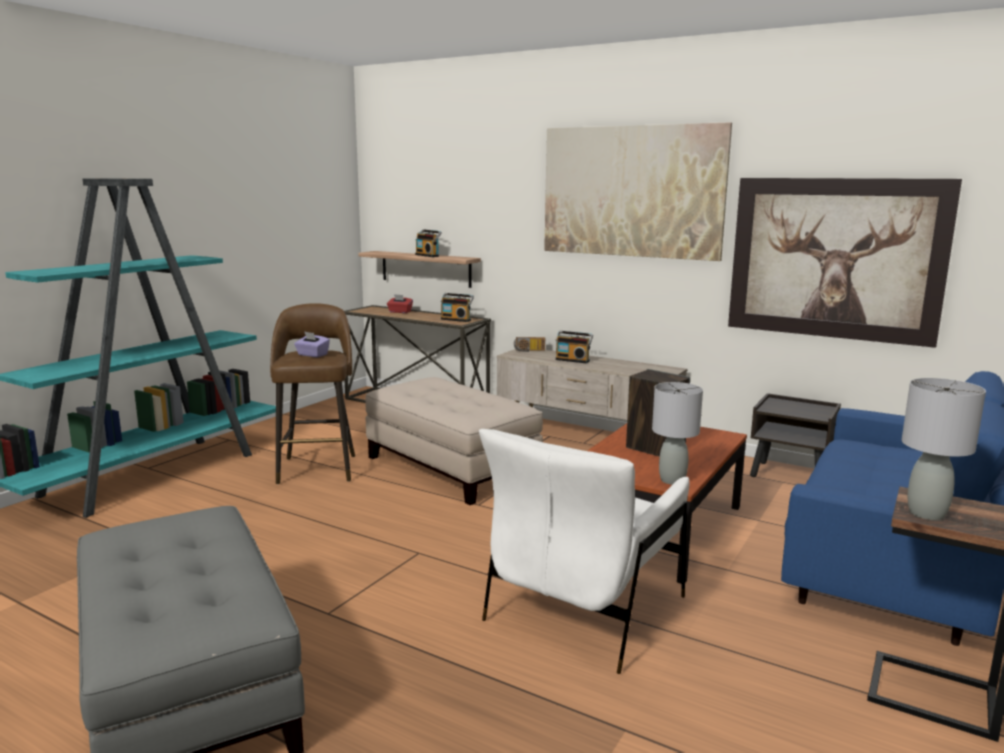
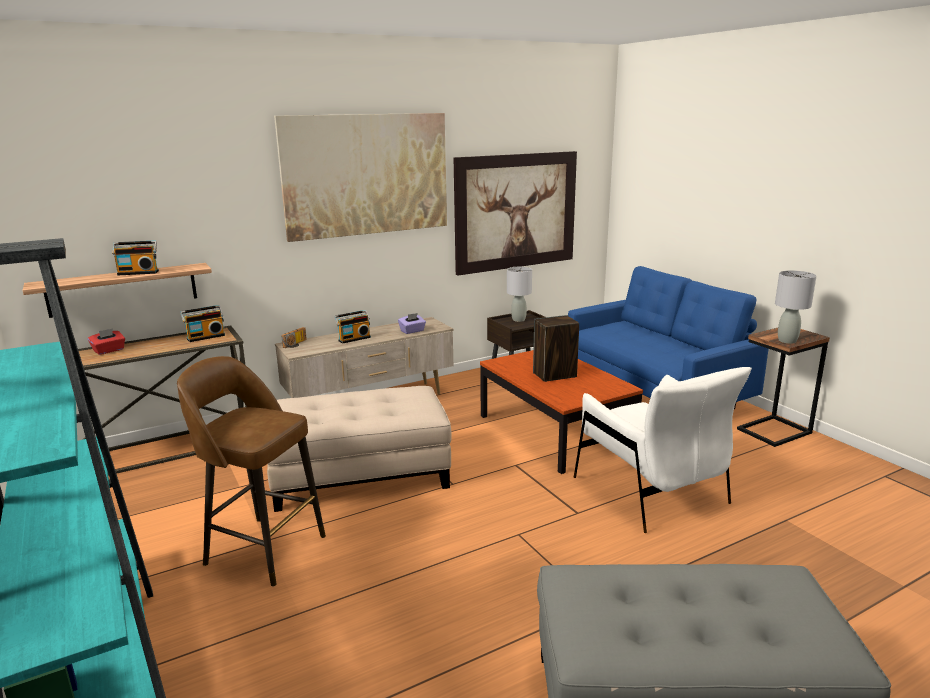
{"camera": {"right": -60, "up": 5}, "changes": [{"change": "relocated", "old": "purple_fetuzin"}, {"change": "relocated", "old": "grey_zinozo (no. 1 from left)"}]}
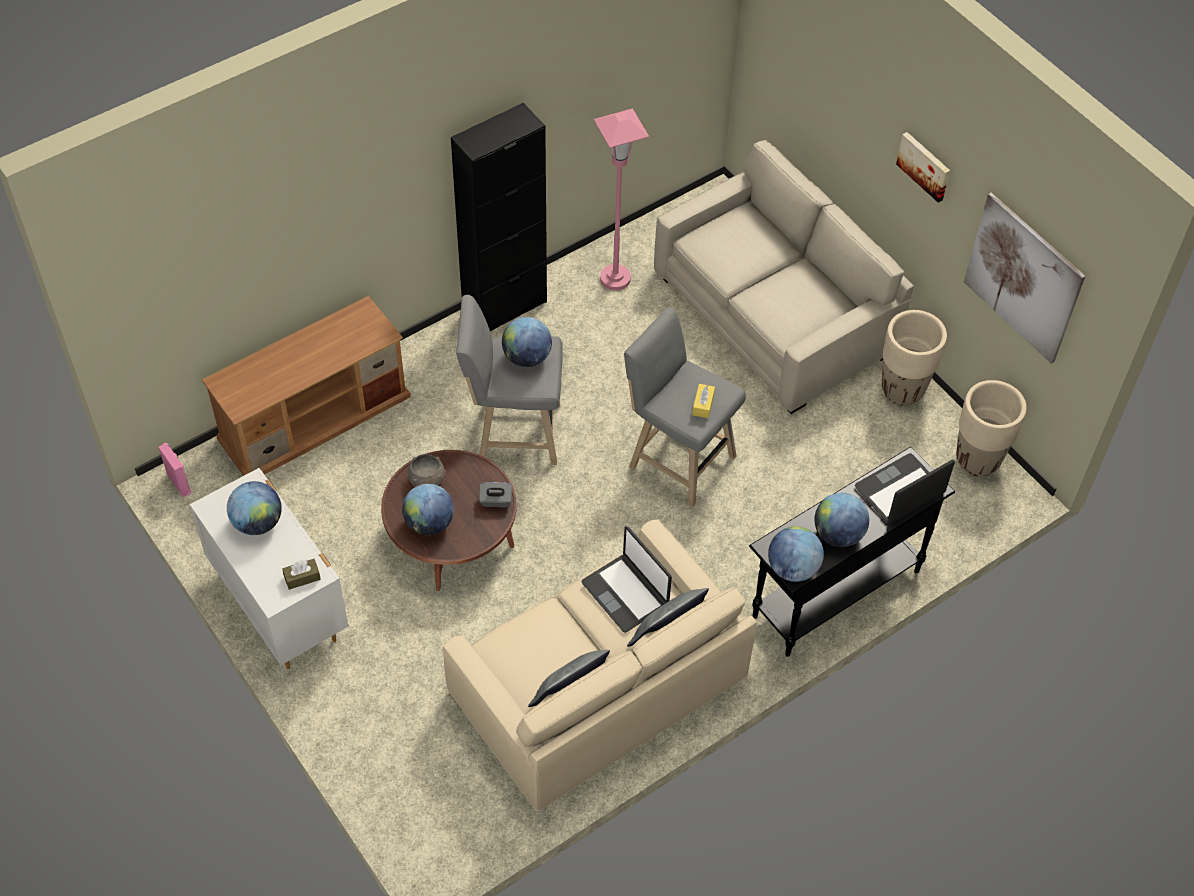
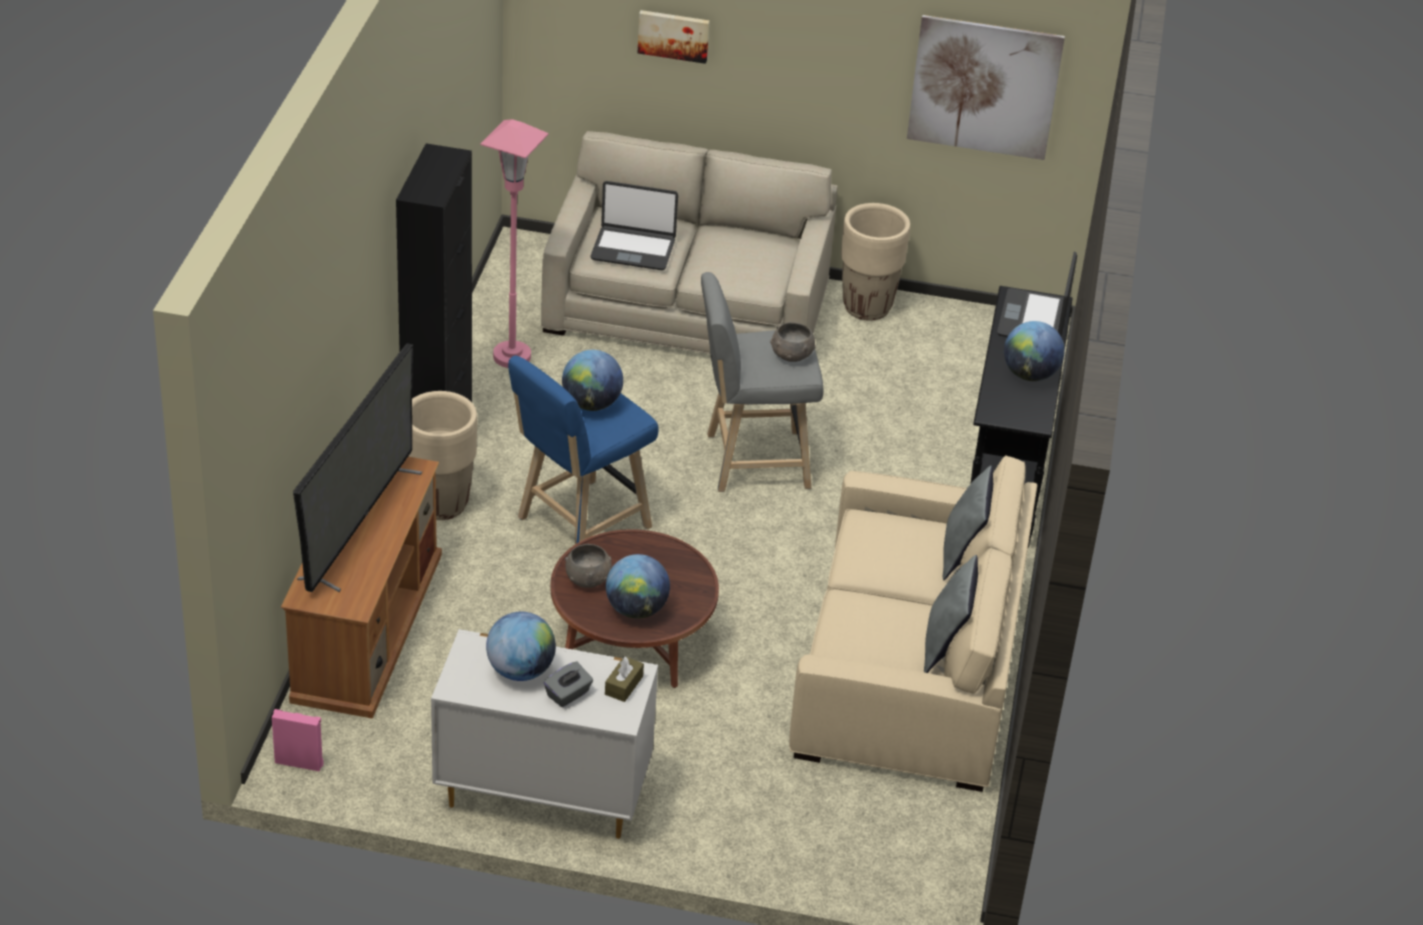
{"camera": {"right": -45, "up": -15}, "changes": [{"change": "relocated", "old": "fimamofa (no. 1 from left)"}, {"change": "colour", "old": "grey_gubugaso (no. 1 from left)", "new": "blue_gubugaso"}, {"change": "relocated", "old": "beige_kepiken (no. 2 from left in the first image)", "new": "beige_kepiken (no. 1 from left)"}, {"change": "exchanged", "old": "yellow_fetuzin", "new": "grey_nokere (no. 2 from left)"}, {"change": "relocated", "old": "grey_fetuzin"}, {"change": "relocated", "old": "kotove (no. 1 from left)"}, {"change": "missing", "old": "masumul (no. 4 from left)"}, {"change": "appeared", "new": "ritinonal"}]}
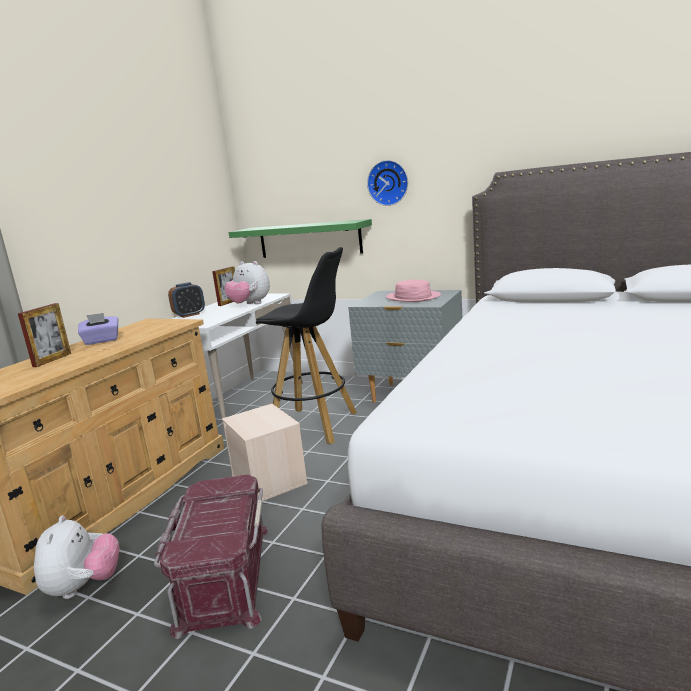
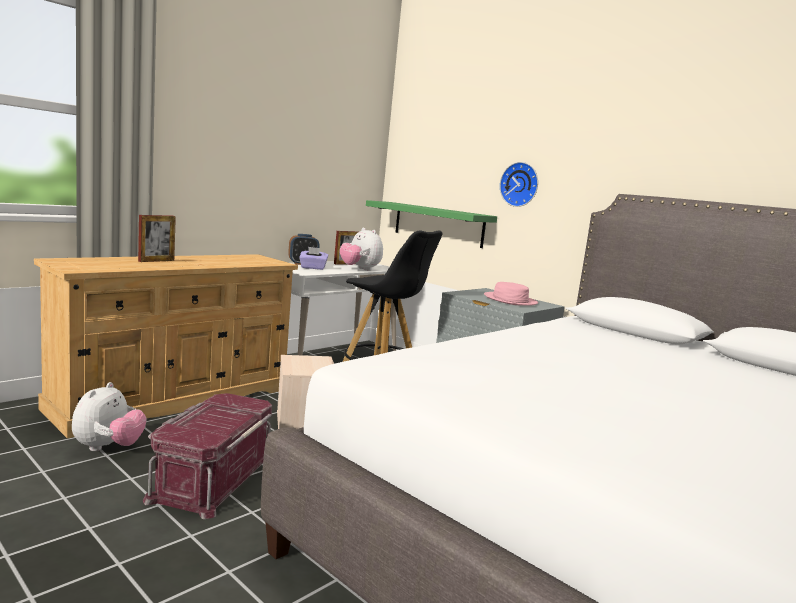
{"camera": {"right": 15, "up": -5}, "changes": [{"change": "relocated", "old": "purple_fetuzin"}]}
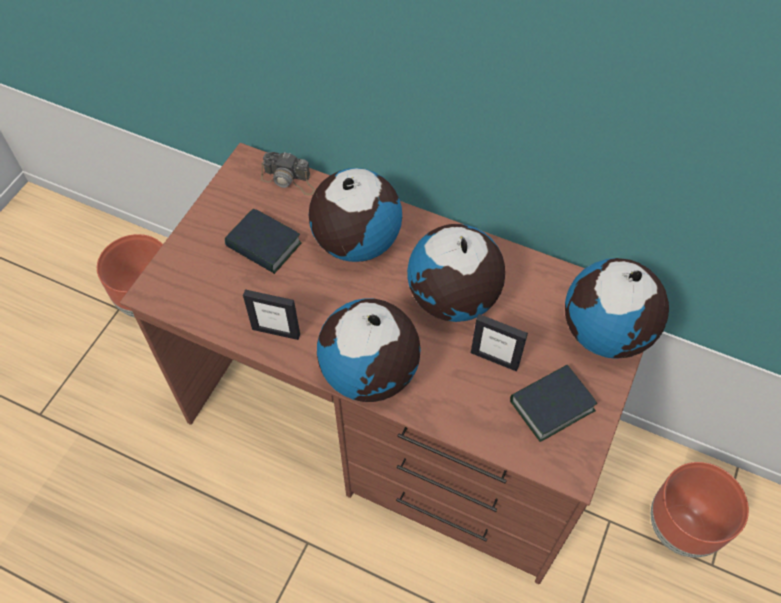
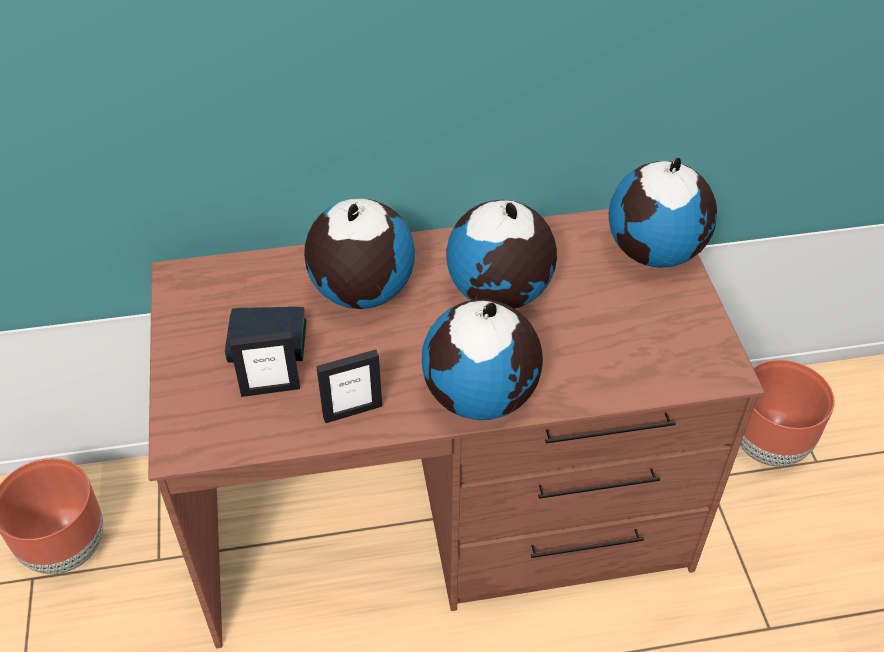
{"camera": {"right": -35, "up": -10}, "changes": [{"change": "missing", "old": "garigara"}, {"change": "relocated", "old": "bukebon (no. 2 from left in the first image)", "new": "bukebon (no. 1 from left)"}, {"change": "missing", "old": "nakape (no. 2 from left)"}]}
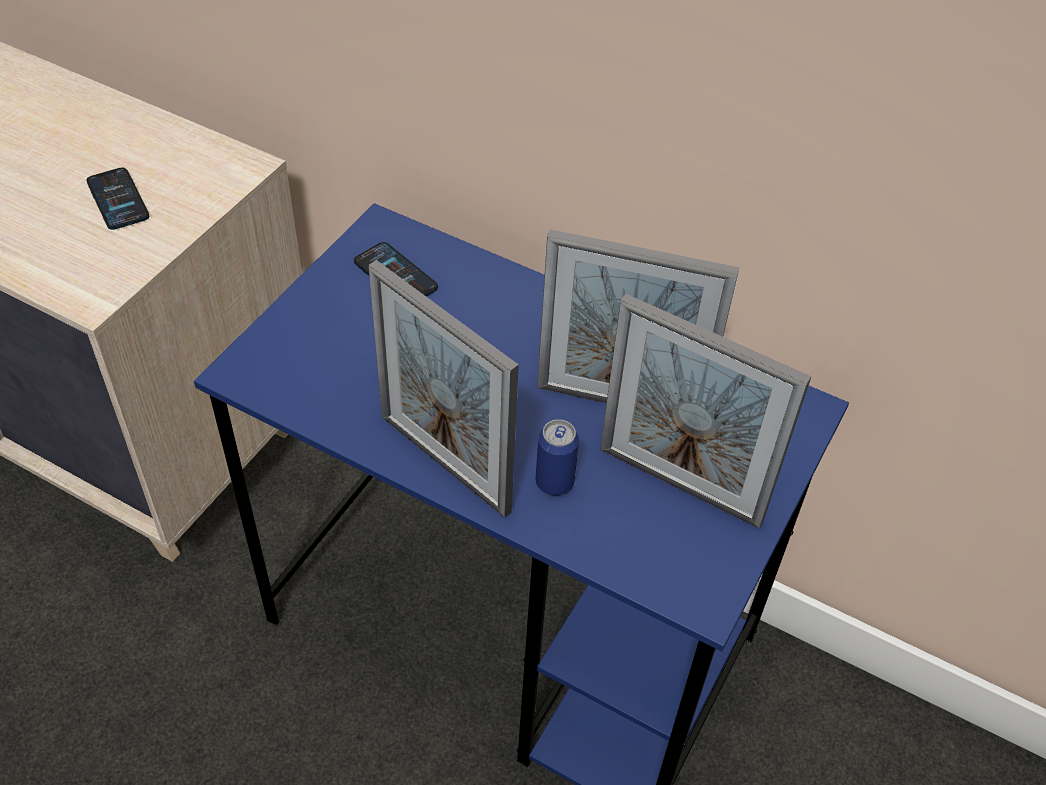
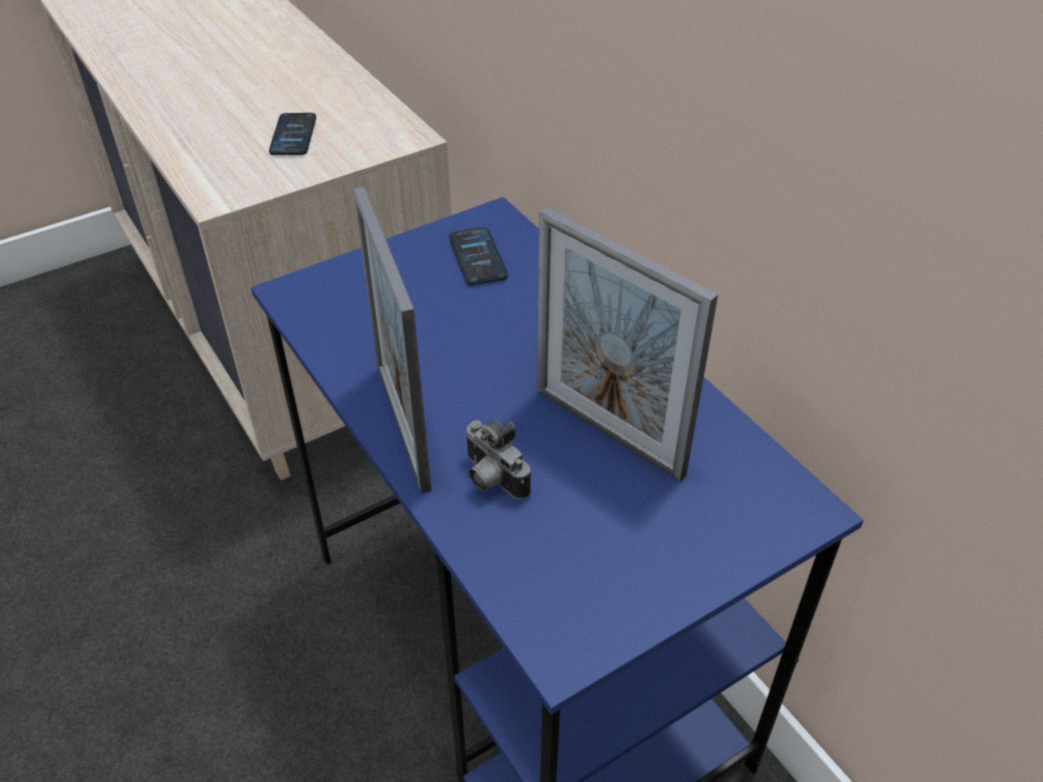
{"camera": {"right": 30, "up": -5}, "changes": [{"change": "missing", "old": "bukebon (no. 3 from left)"}, {"change": "exchanged", "old": "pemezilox", "new": "garigara"}]}
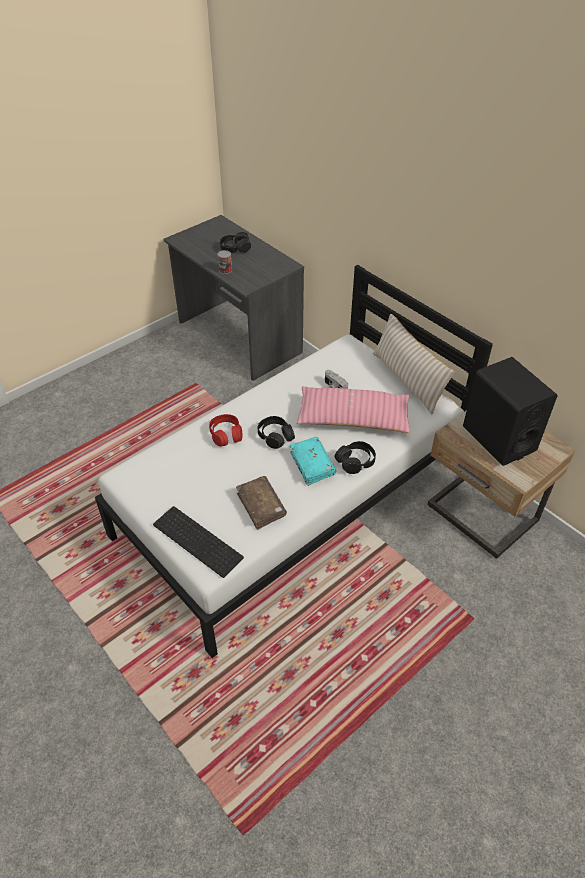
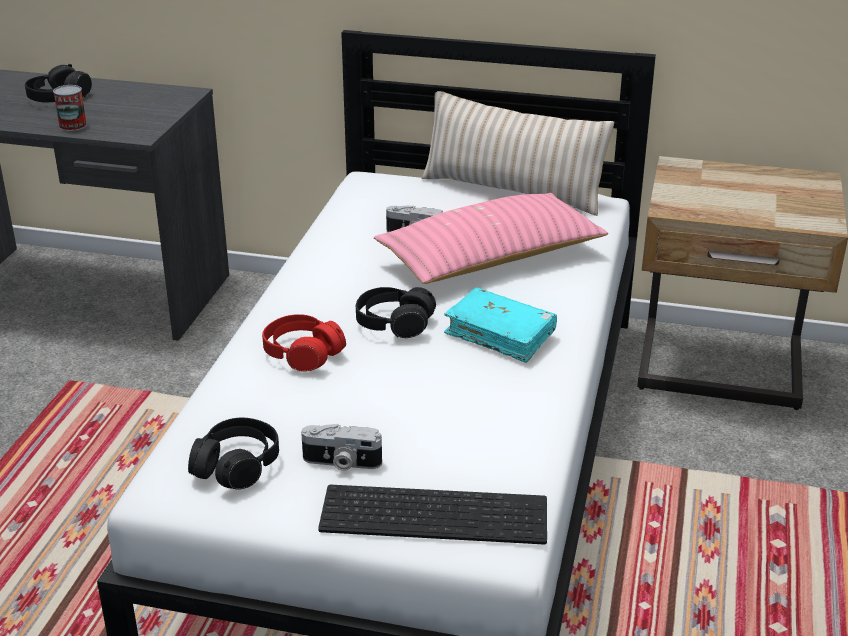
{"camera": {"right": -35, "up": -15}, "changes": [{"change": "missing", "old": "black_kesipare"}, {"change": "relocated", "old": "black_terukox (no. 3 from left in the first image)", "new": "black_terukox (no. 2 from left)"}, {"change": "missing", "old": "brown_nakape"}, {"change": "appeared", "new": "garigara (no. 1 from left)"}]}
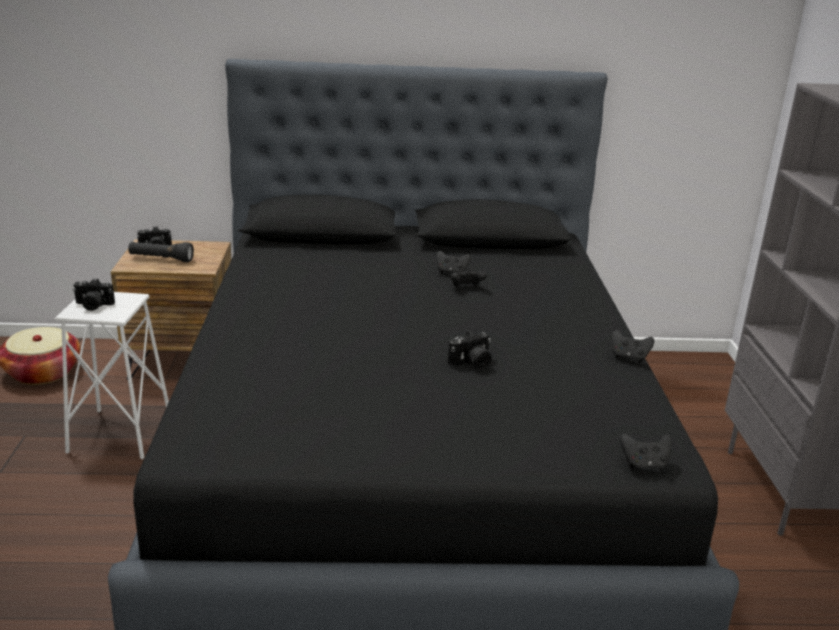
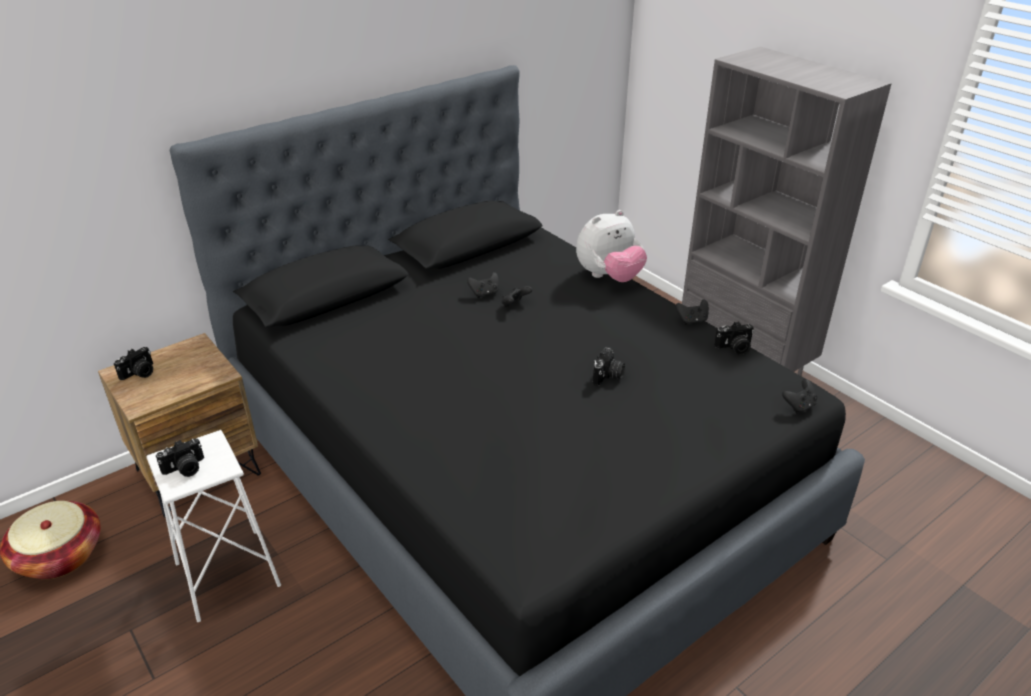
{"camera": {"right": -35, "up": 10}, "changes": [{"change": "missing", "old": "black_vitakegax"}, {"change": "appeared", "new": "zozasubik"}, {"change": "appeared", "new": "garigara (no. 4 from left)"}]}
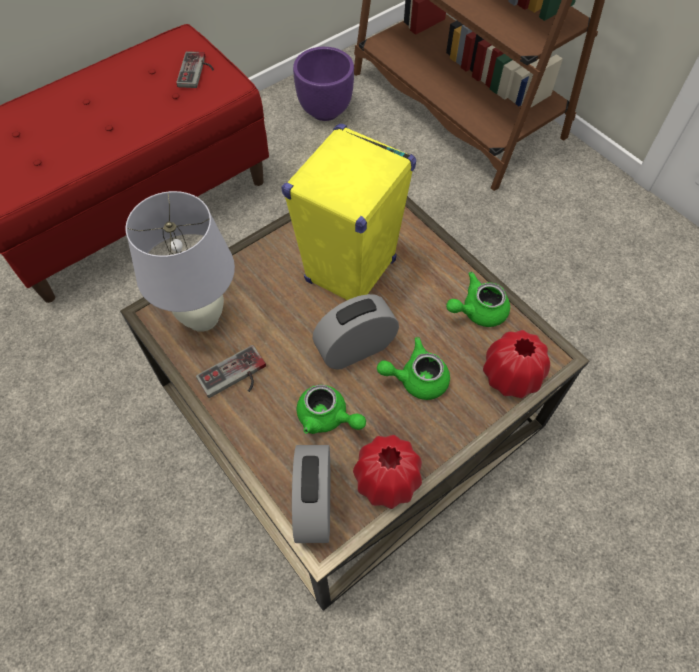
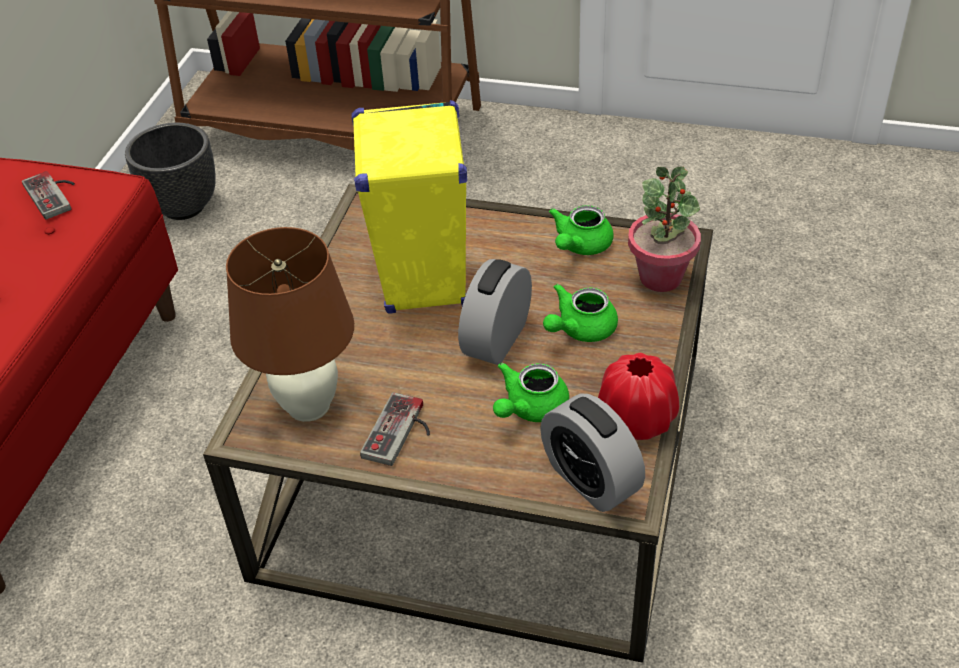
{"camera": {"right": -35, "up": -15}, "changes": [{"change": "colour", "old": "purple_kepiken", "new": "black_kepiken"}, {"change": "colour", "old": "white_zinozo", "new": "brown_zinozo"}, {"change": "exchanged", "old": "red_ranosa (no. 2 from left)", "new": "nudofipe"}, {"change": "spun", "old": "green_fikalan (no. 1 from left)", "degrees": 135}]}
